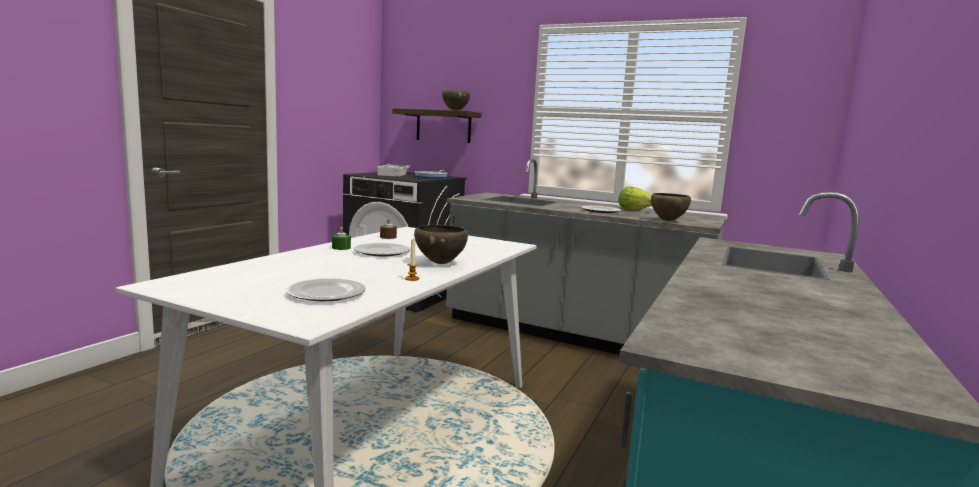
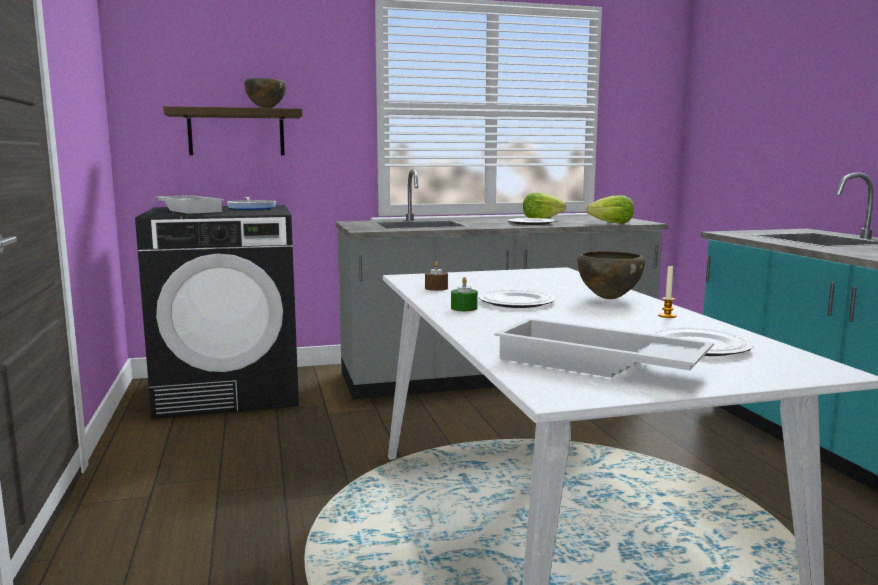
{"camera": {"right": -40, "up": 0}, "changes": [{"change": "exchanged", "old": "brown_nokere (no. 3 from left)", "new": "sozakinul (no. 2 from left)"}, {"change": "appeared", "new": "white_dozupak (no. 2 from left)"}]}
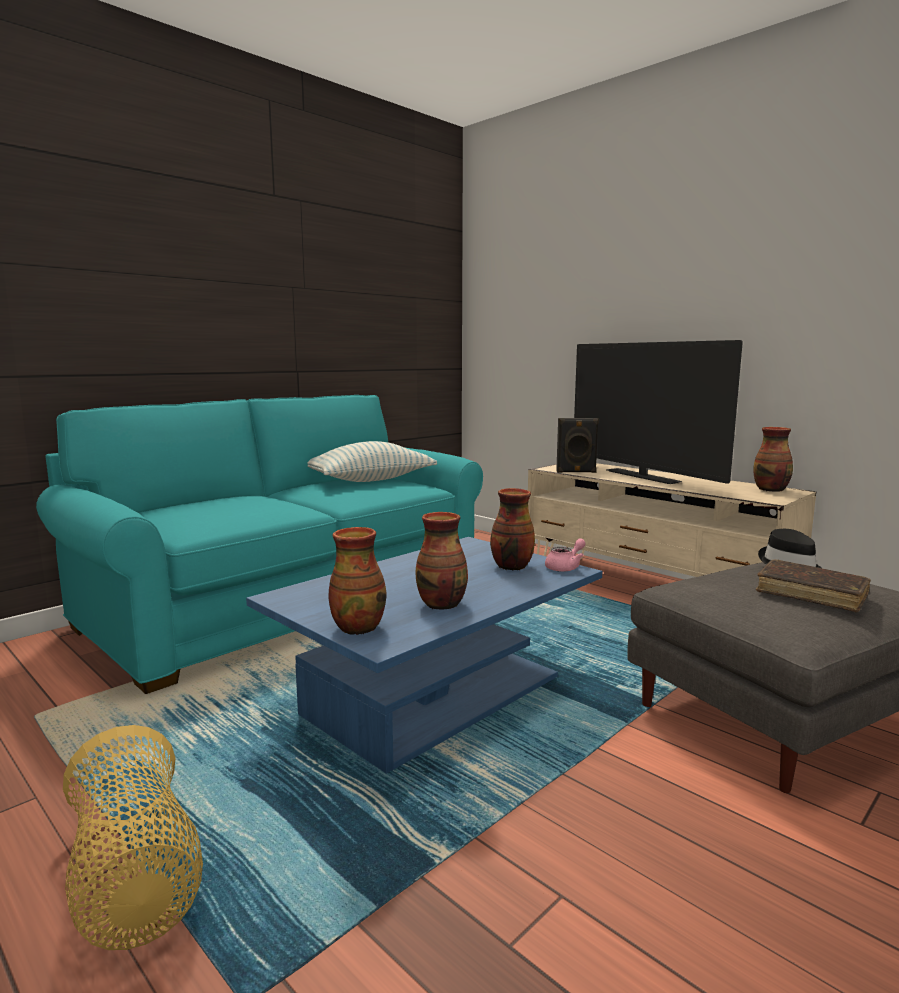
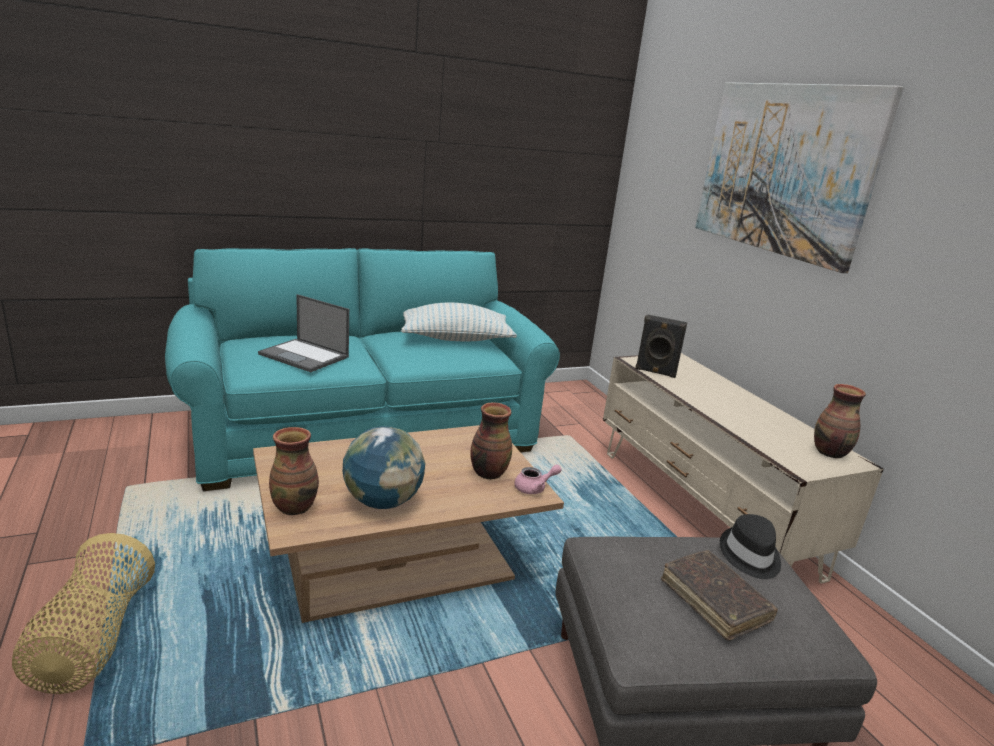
{"camera": {"right": 20, "up": 10}, "changes": [{"change": "missing", "old": "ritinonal"}, {"change": "exchanged", "old": "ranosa (no. 2 from left)", "new": "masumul"}, {"change": "colour", "old": "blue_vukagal", "new": "brown_vukagal"}, {"change": "appeared", "new": "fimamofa"}, {"change": "appeared", "new": "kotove"}]}
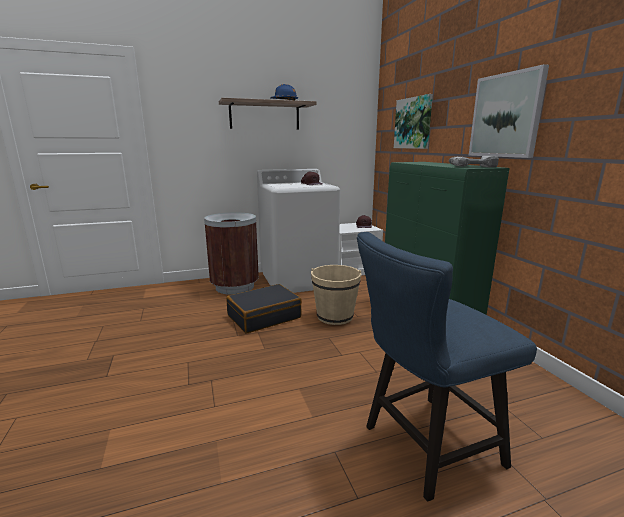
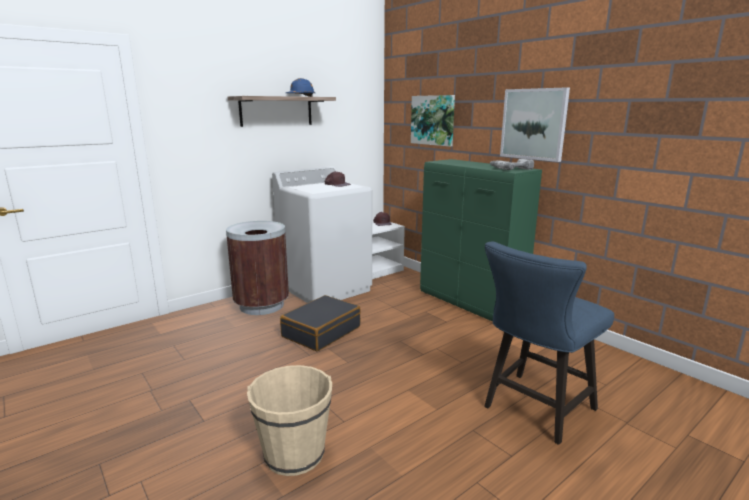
{"camera": {"right": -20, "up": 0}, "changes": [{"change": "relocated", "old": "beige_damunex"}]}
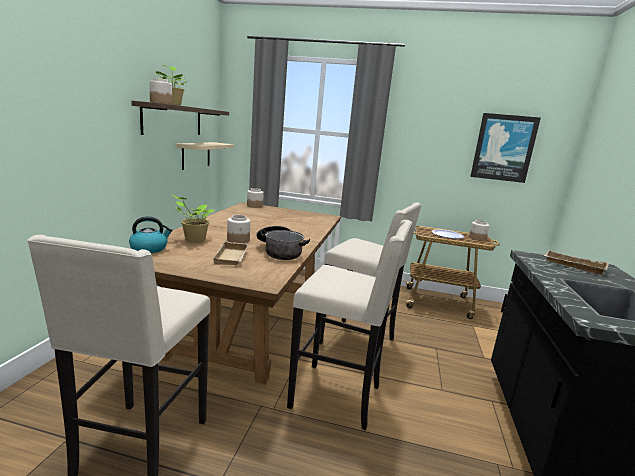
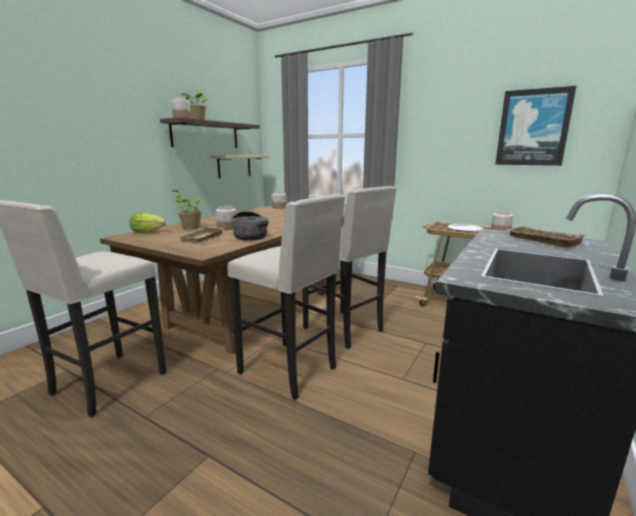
{"camera": {"right": 20, "up": 0}, "changes": [{"change": "exchanged", "old": "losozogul", "new": "sozakinul"}]}
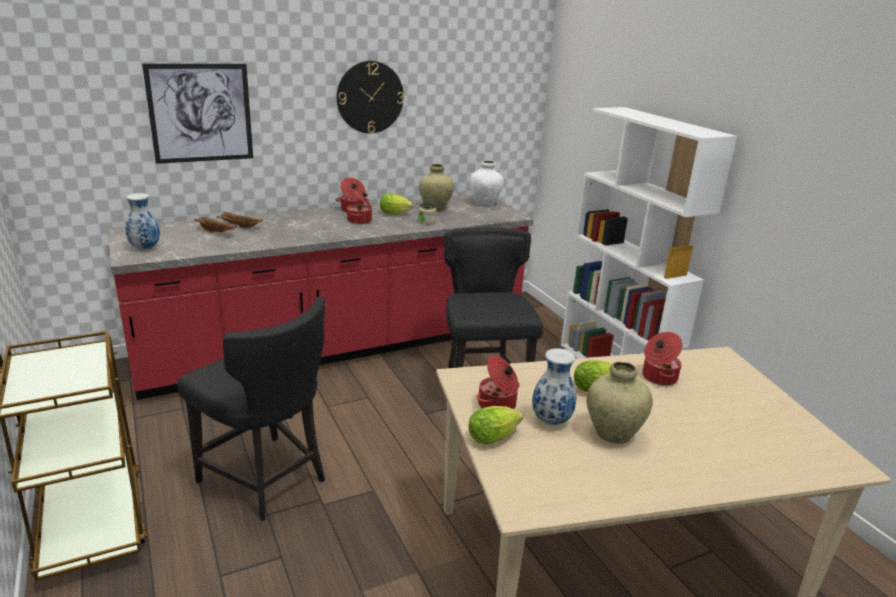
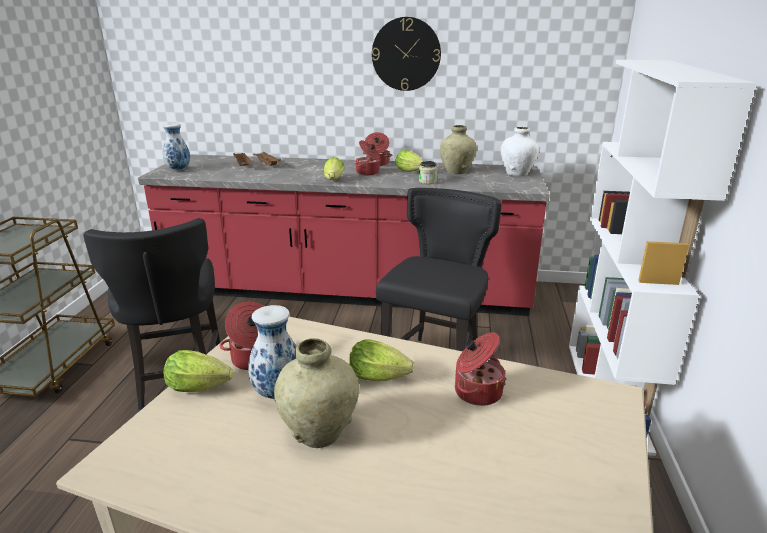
{"camera": {"right": 35, "up": 0}, "changes": [{"change": "missing", "old": "fimamofa"}, {"change": "appeared", "new": "sozakinul (no. 2 from left)"}]}
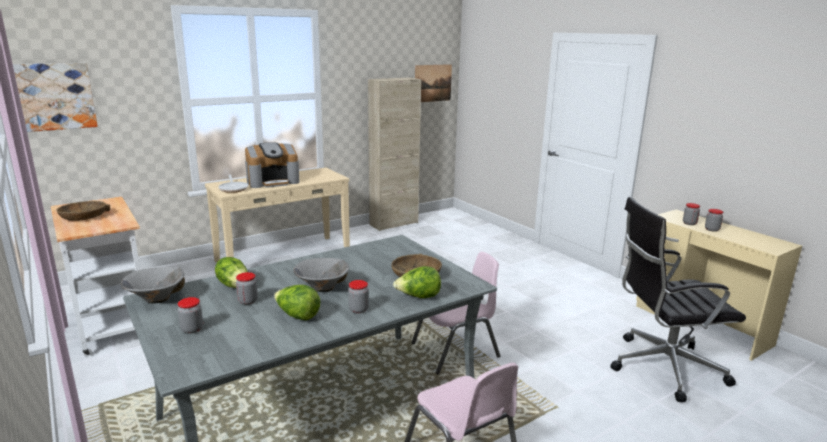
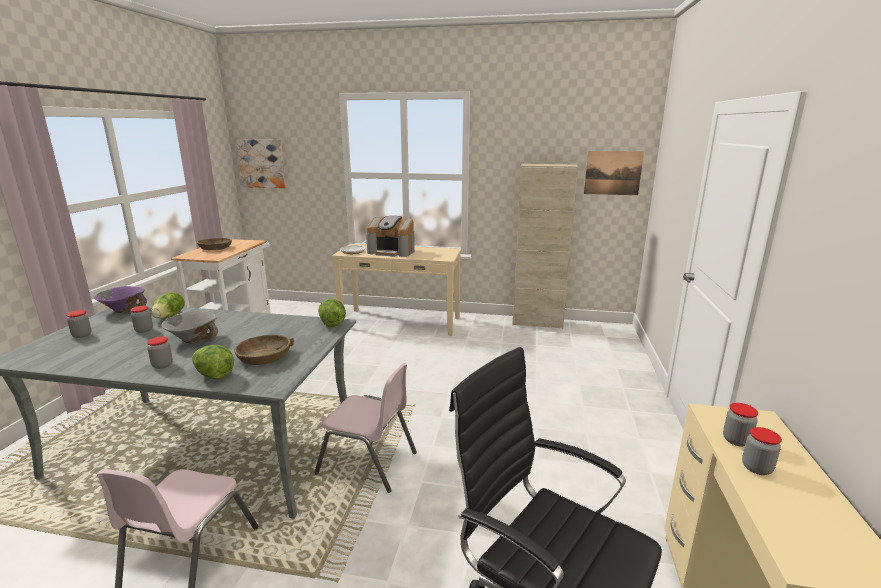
{"camera": {"right": 45, "up": 0}, "changes": [{"change": "colour", "old": "grey_nokere (no. 1 from left)", "new": "purple_nokere"}, {"change": "relocated", "old": "sozakinul (no. 2 from left in the first image)", "new": "sozakinul (no. 3 from left)"}]}
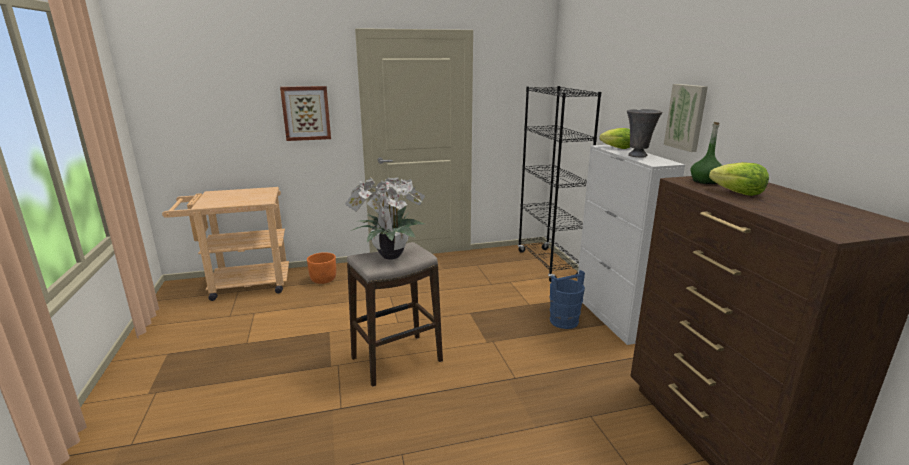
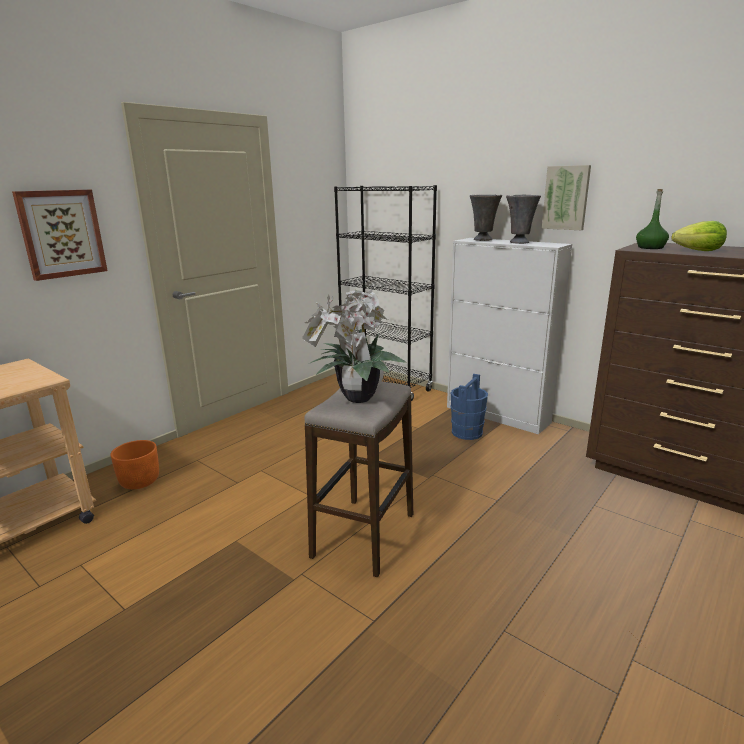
{"camera": {"right": -35, "up": 0}, "changes": [{"change": "exchanged", "old": "sozakinul (no. 1 from left)", "new": "grey_ranosa (no. 1 from left)"}]}
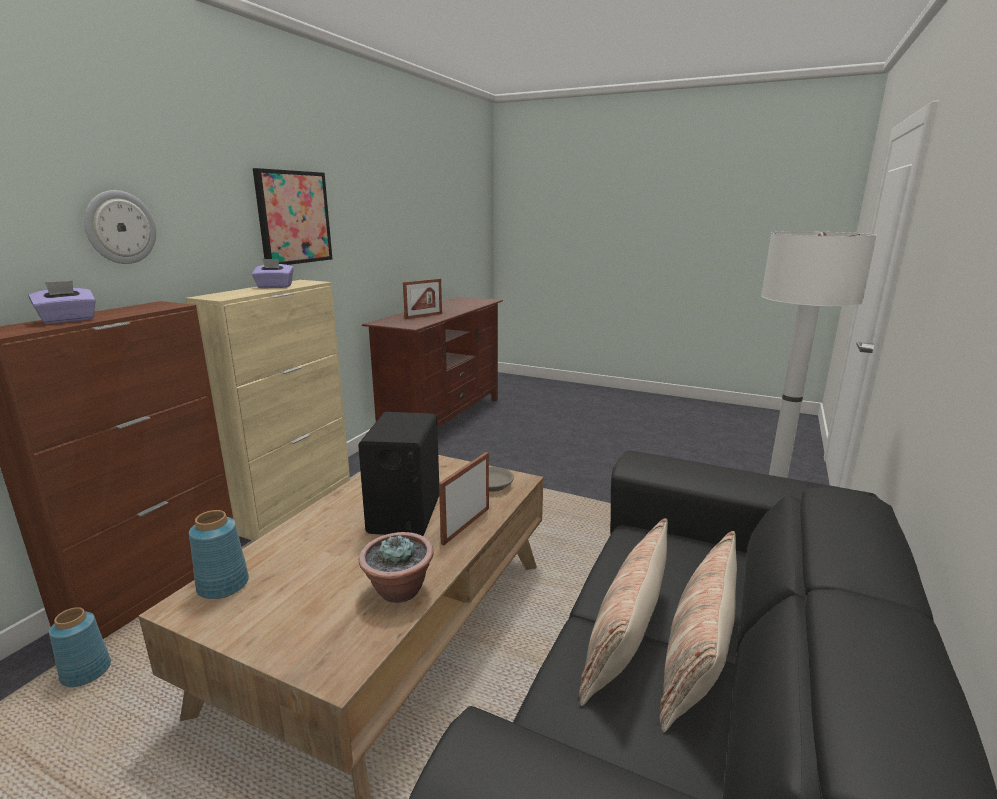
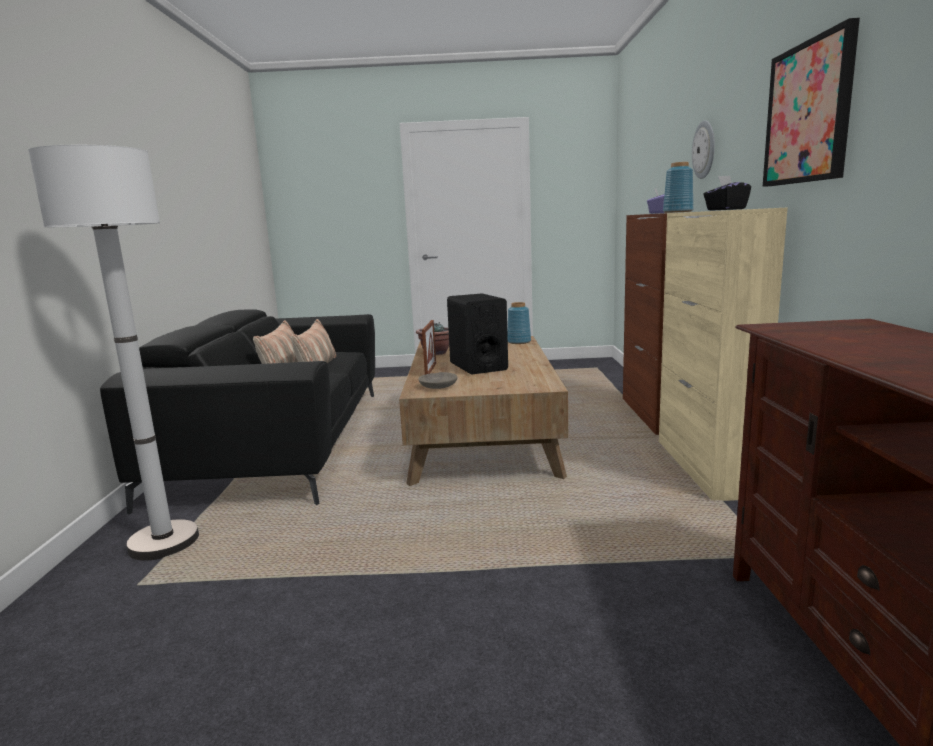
{"camera": {"right": 155, "up": -5}, "changes": [{"change": "colour", "old": "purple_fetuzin (no. 2 from left)", "new": "black_fetuzin"}, {"change": "missing", "old": "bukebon (no. 1 from left)"}, {"change": "relocated", "old": "blue_ranosa (no. 1 from left in the first image)", "new": "blue_ranosa (no. 2 from left)"}]}
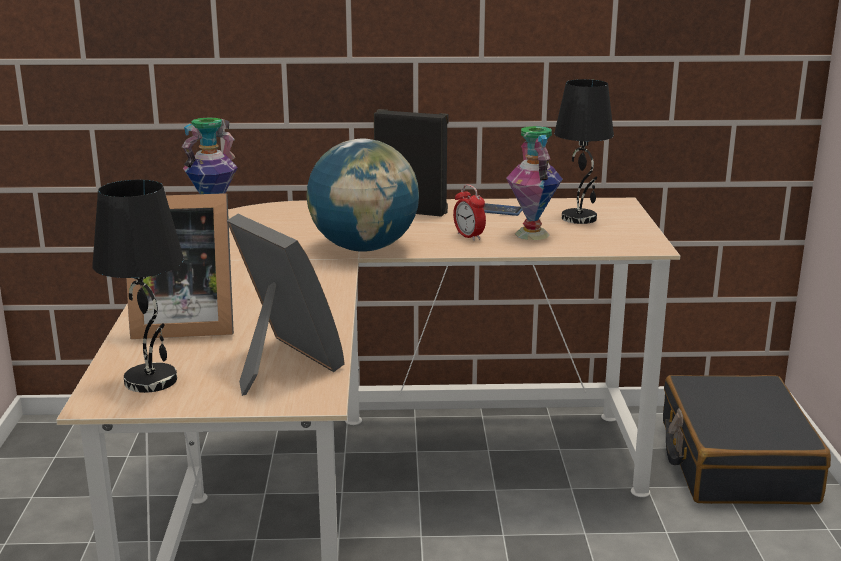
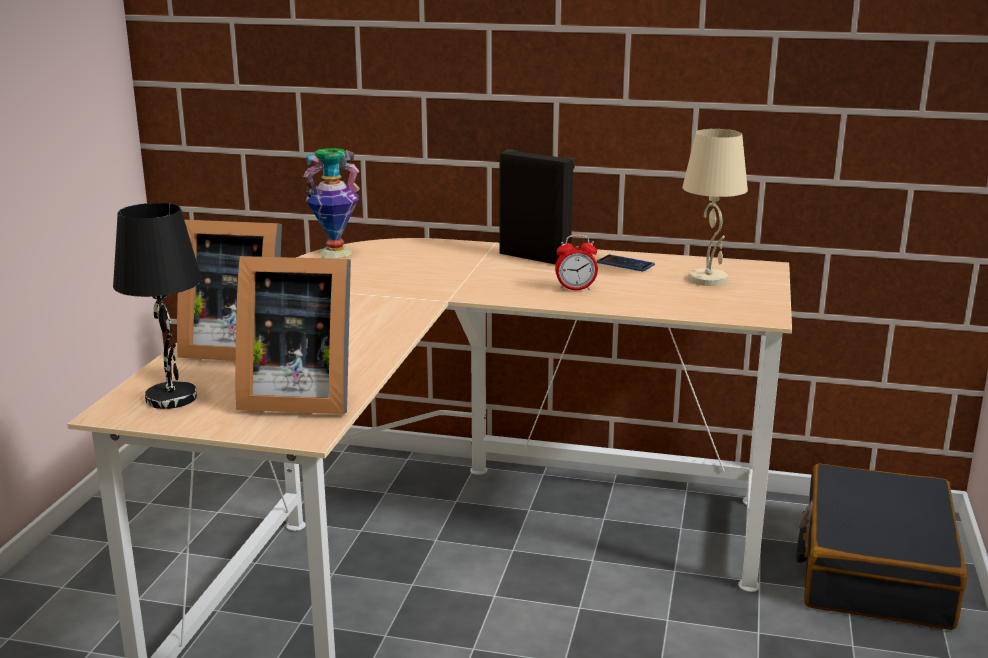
{"camera": {"right": 15, "up": 0}, "changes": [{"change": "colour", "old": "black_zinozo (no. 2 from left)", "new": "beige_zinozo"}, {"change": "missing", "old": "ranosa (no. 2 from left)"}, {"change": "missing", "old": "masumul"}, {"change": "spun", "old": "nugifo", "degrees": -75}, {"change": "spun", "old": "bukebon (no. 2 from left)", "degrees": 120}]}
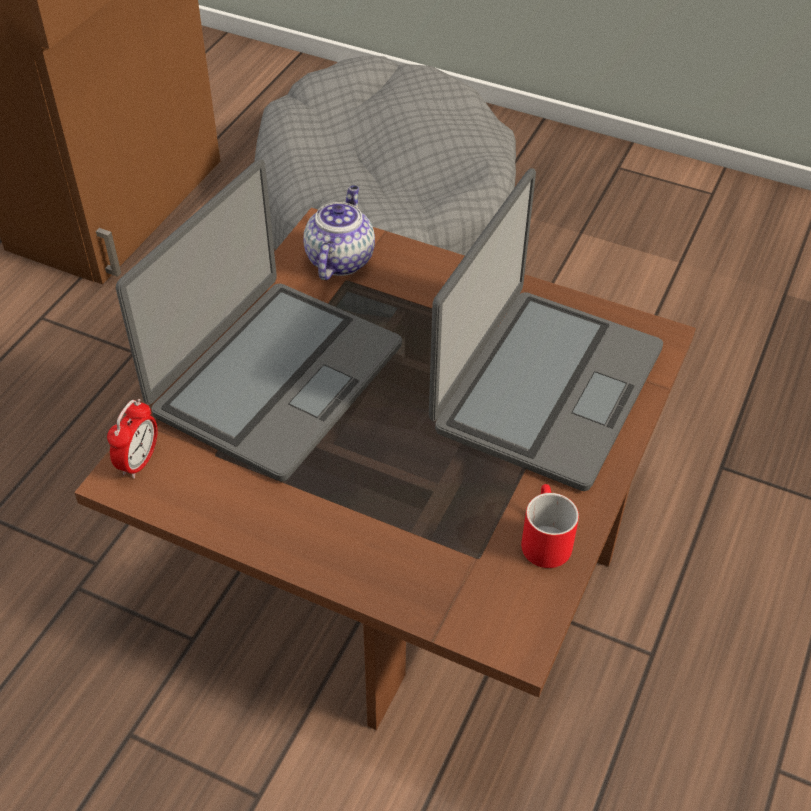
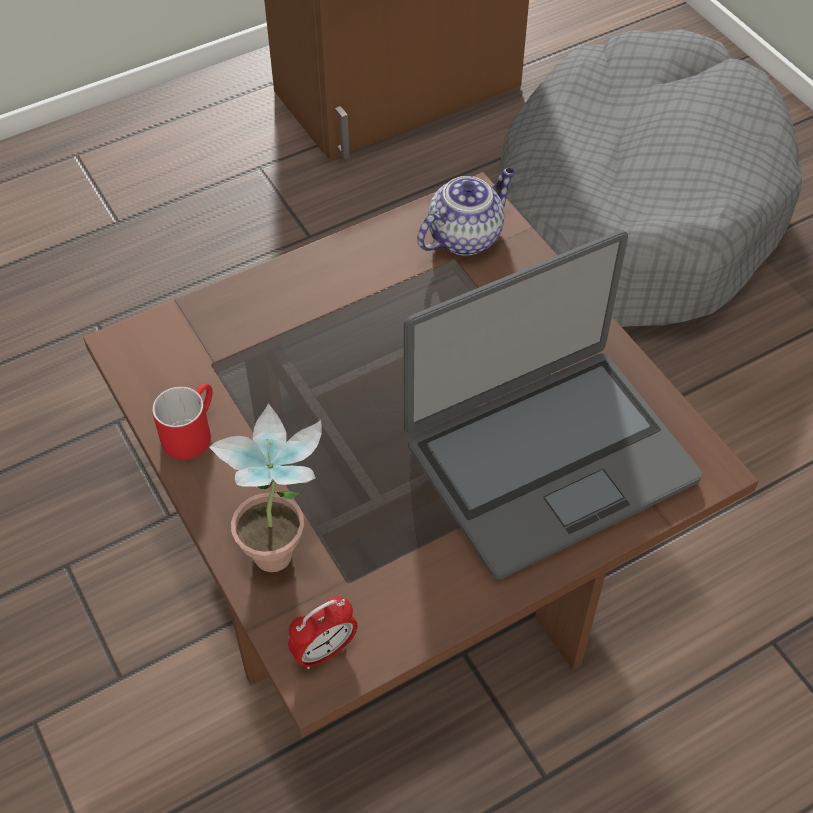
{"camera": {"right": 35, "up": 5}, "changes": [{"change": "missing", "old": "kotove (no. 1 from left)"}, {"change": "relocated", "old": "nugifo"}, {"change": "relocated", "old": "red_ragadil"}, {"change": "appeared", "new": "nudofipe"}]}
